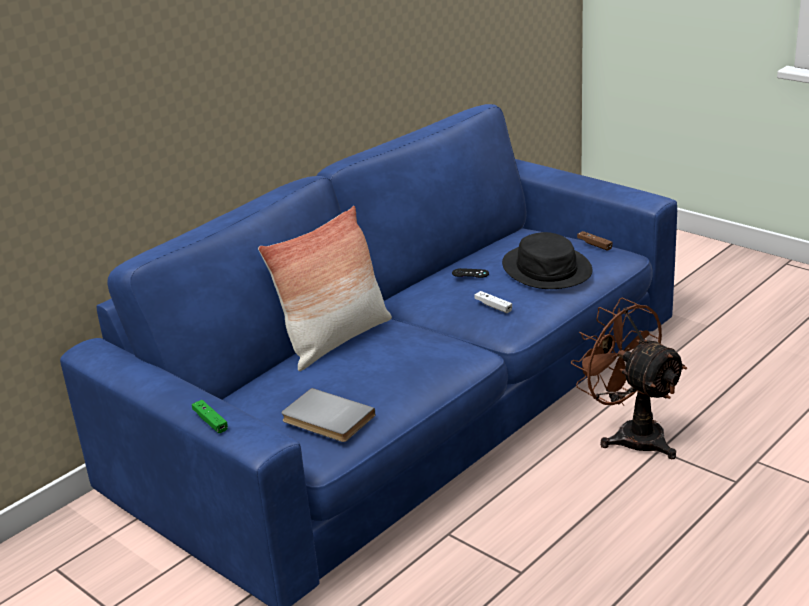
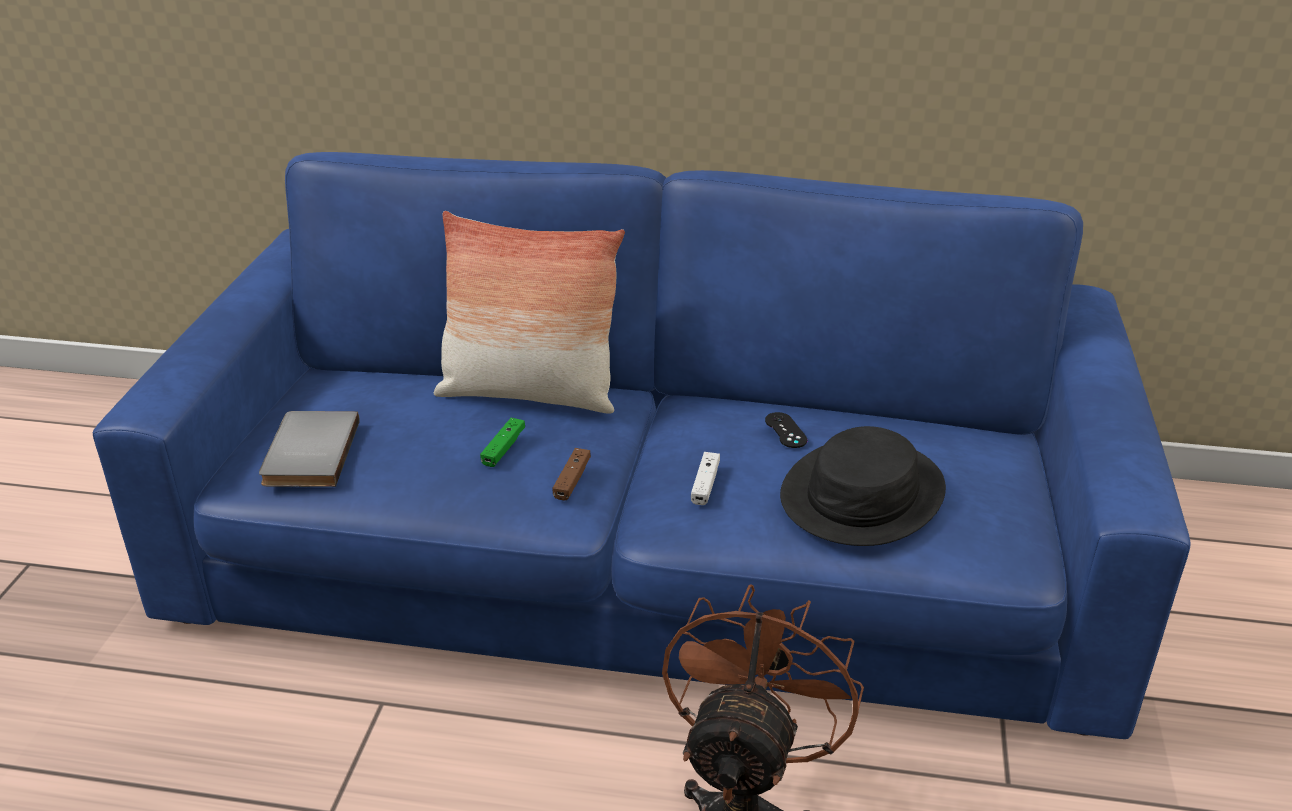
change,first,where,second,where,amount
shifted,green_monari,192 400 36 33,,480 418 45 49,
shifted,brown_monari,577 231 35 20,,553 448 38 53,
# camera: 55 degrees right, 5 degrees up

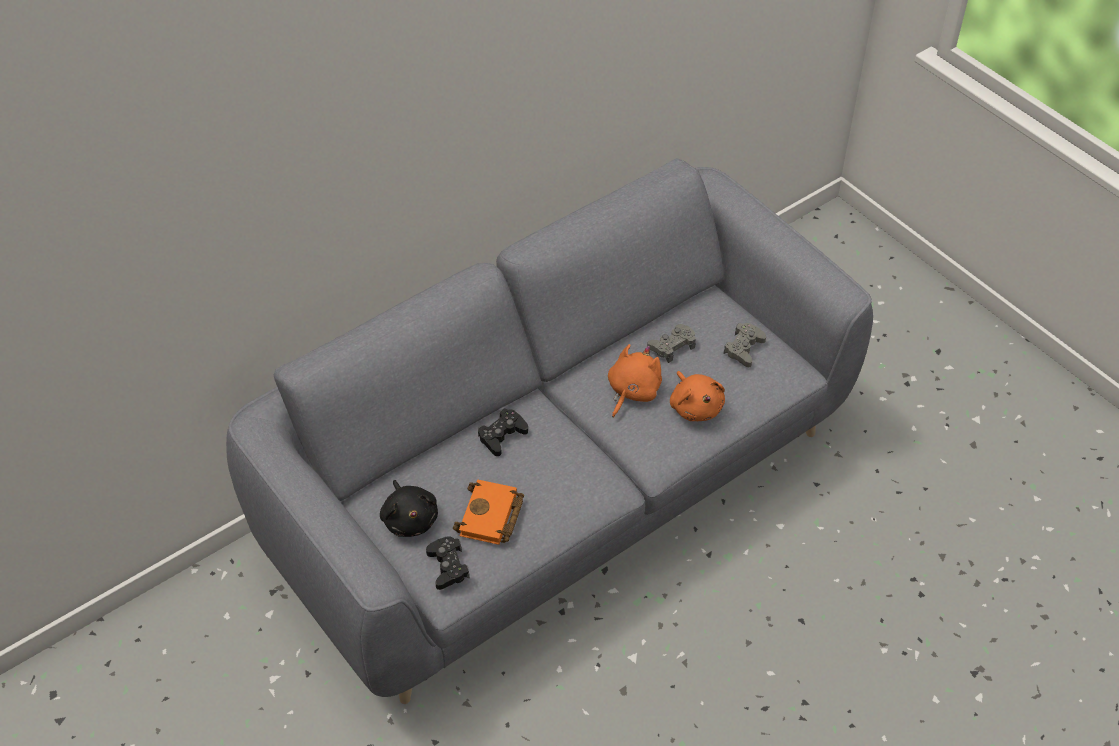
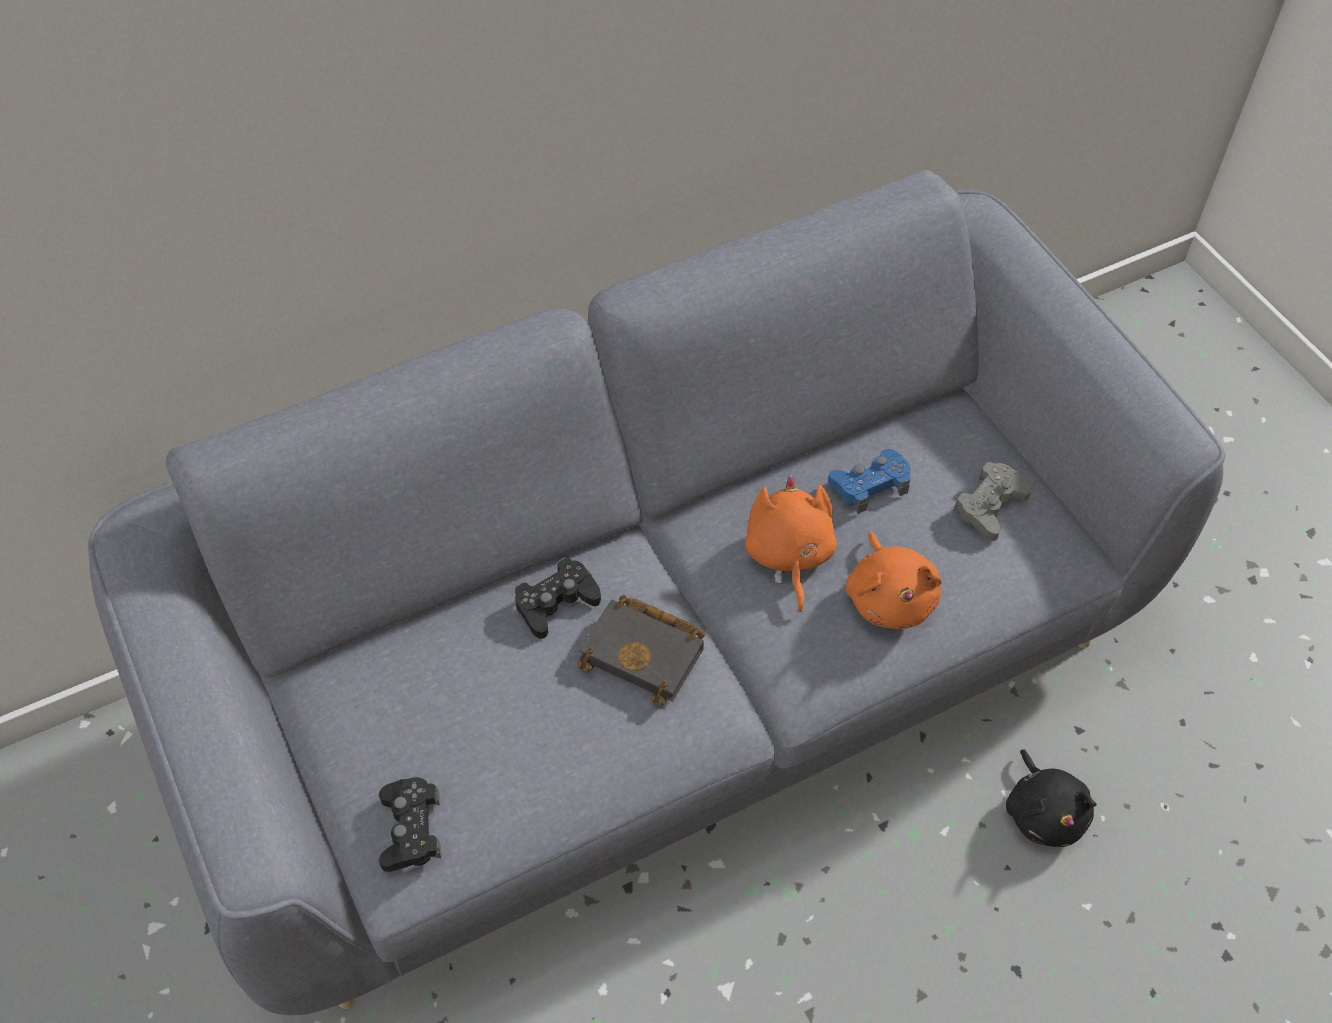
change,first,where,second,where,amount
new,,,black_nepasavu,577 595 128 111,
rotated,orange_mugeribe,608 344 54 74,,745 474 92 138,45 degrees counterclockwise
repainted,grey_monari,647 324 49 39,blue_monari,828 449 83 65,
shifted,black_mugeribe,380 480 58 57,,1006 749 91 98,
gone,orange_nepasavu,453 480 71 65,,,
# camera: 10 degrees right, 5 degrees up

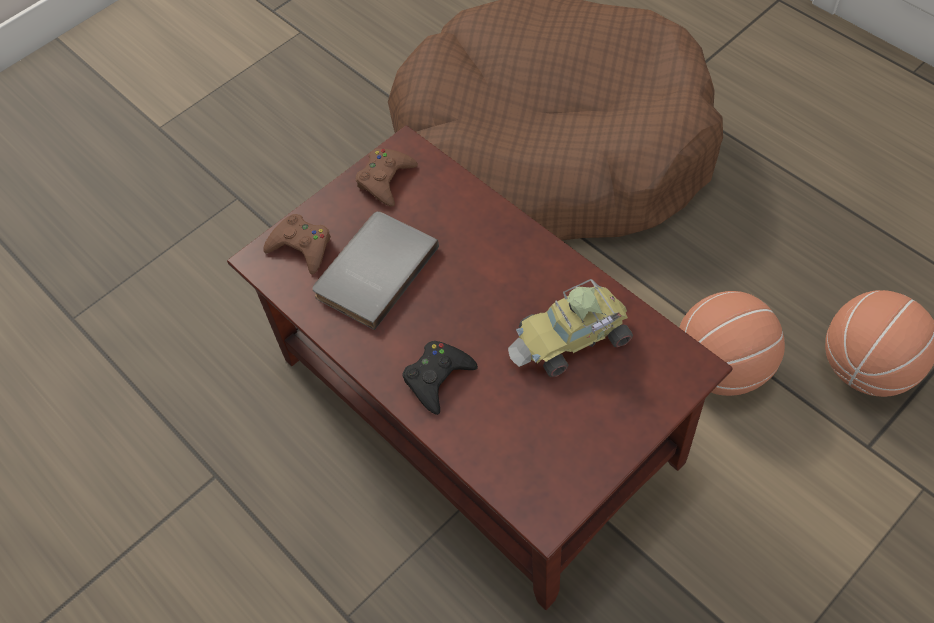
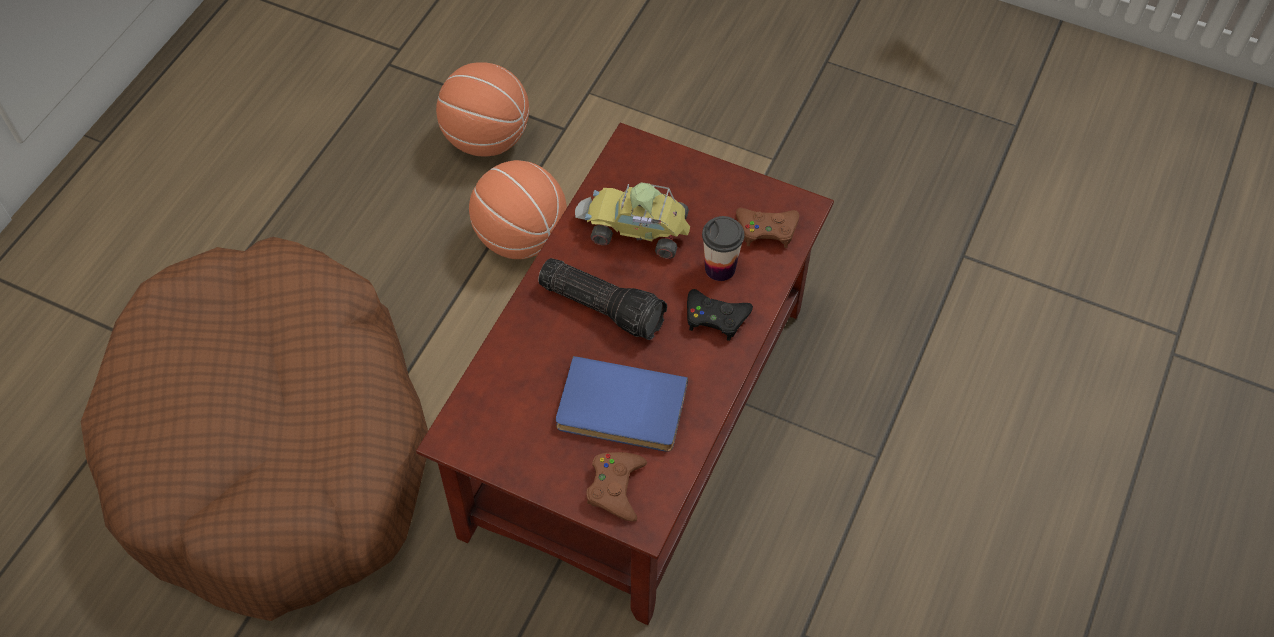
change,first,where,second,where,amount
new,,,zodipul,538 258 129 82,
repainted,grey_nepasavu,312 211 127 119,blue_nepasavu,556 356 132 96,
rotated,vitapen,508 279 125 98,,575 182 115 77,150 degrees clockwise
new,,,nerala,702 216 42 65,
shifted,brown_monari,356 148 62 59,,736 208 63 40,
# camera: 115 degrees left, 0 degrees up

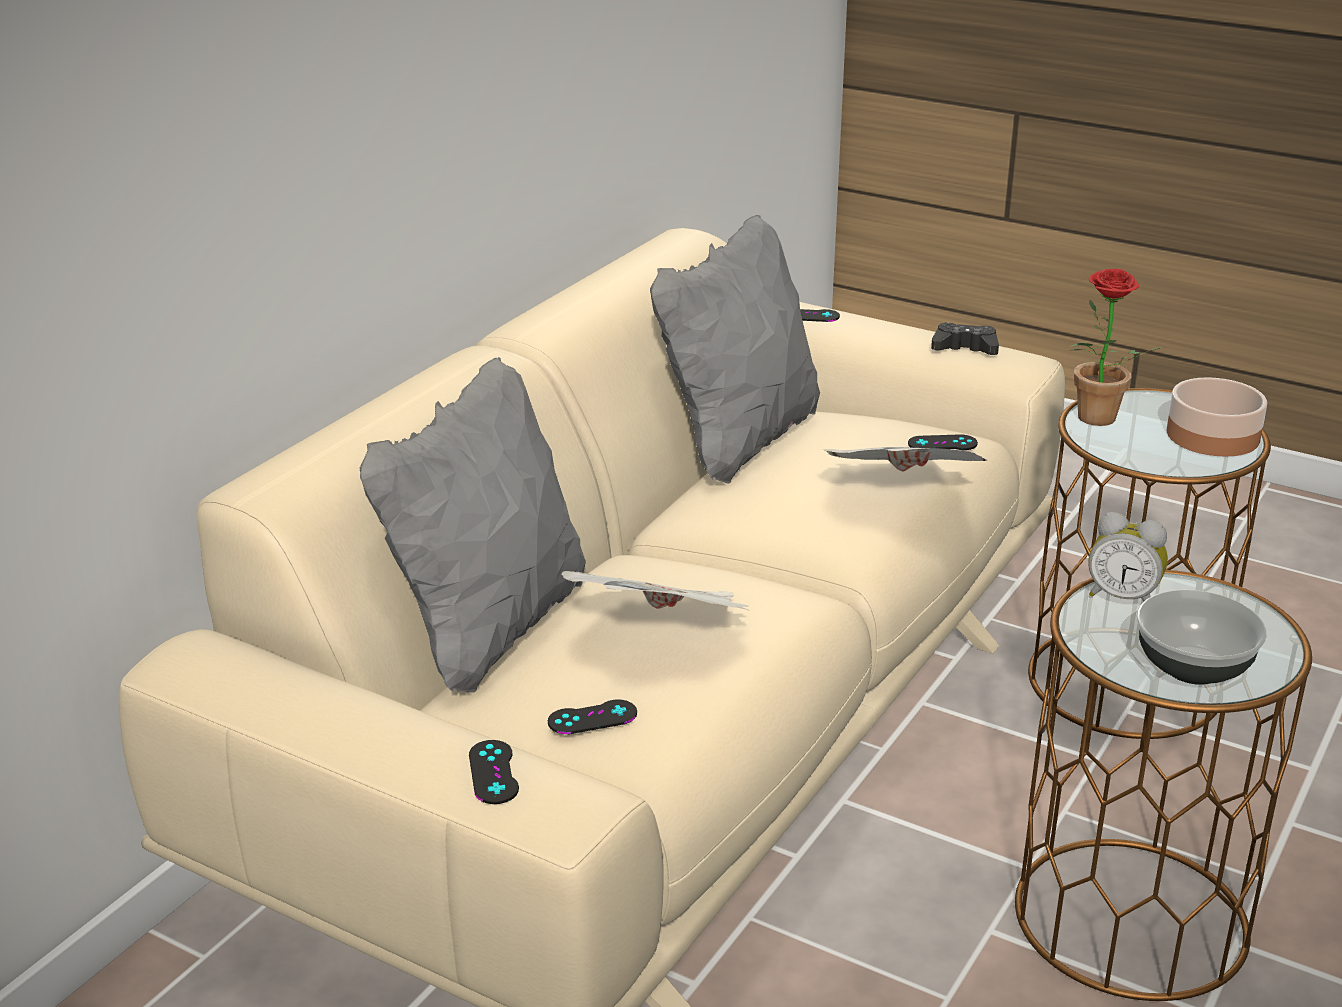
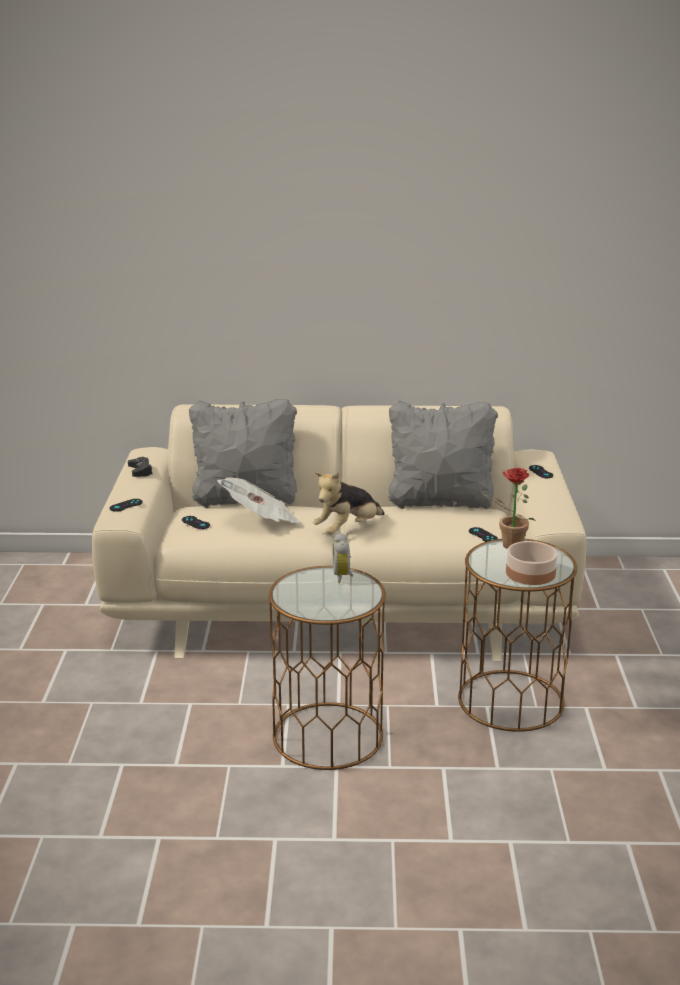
change,first,where,second,where,amount
shifted,black_monari,931 322 68 33,,128 457 25 20,
new,,,mugeribe,313 472 71 63,
gone,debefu,821 447 166 25,,,
gone,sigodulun,1136 590 131 95,,,
# camera: 60 degrees right, 5 degrees down

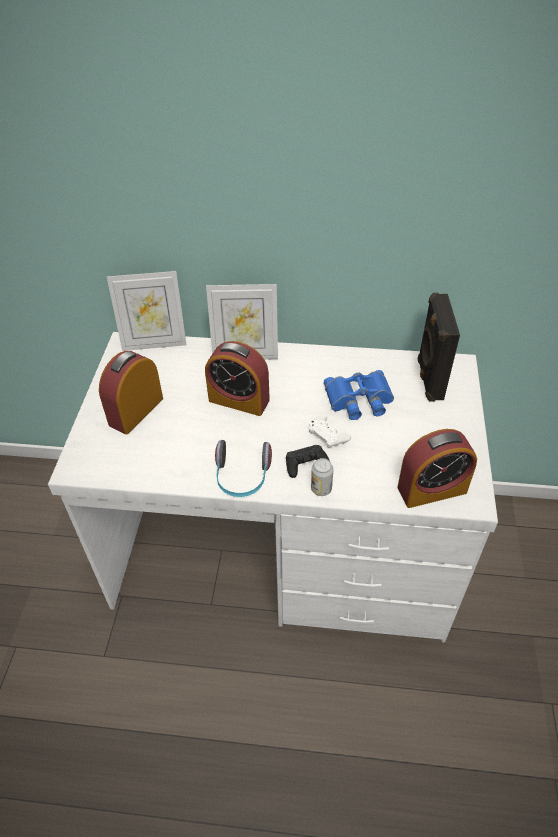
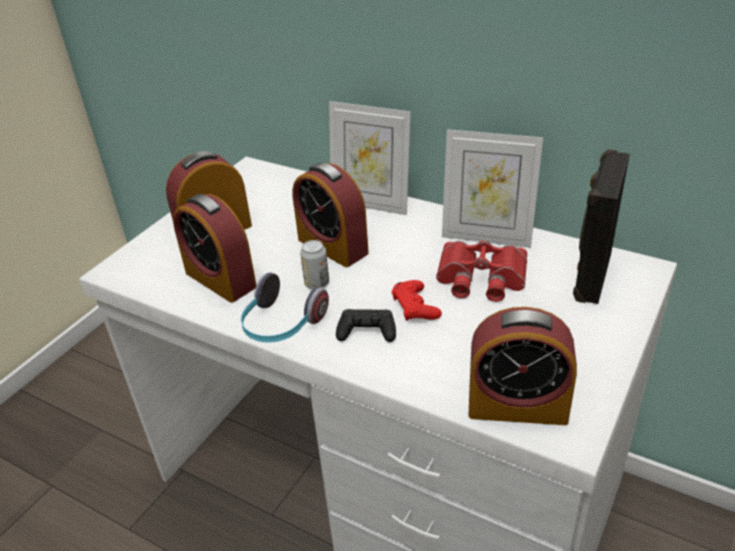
change,first,where,second,where,amount
new,,,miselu,173 194 83 109,
shifted,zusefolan,311 458 23 38,,300 240 29 49,
repainted,white_monari,309 415 42 33,red_monari,392 280 50 41,
repainted,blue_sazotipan,324 370 70 50,red_sazotipan,436 240 91 62,
shifted,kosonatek,107 271 80 80,,442 129 101 119,
# camera: 25 degrees right, 10 degrees down

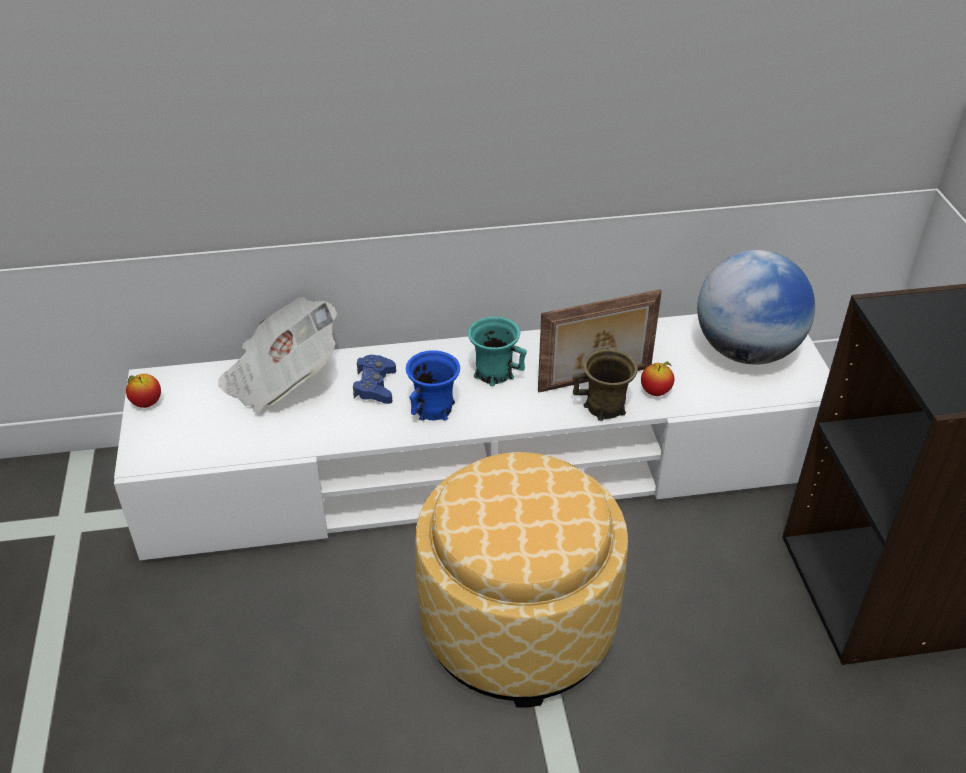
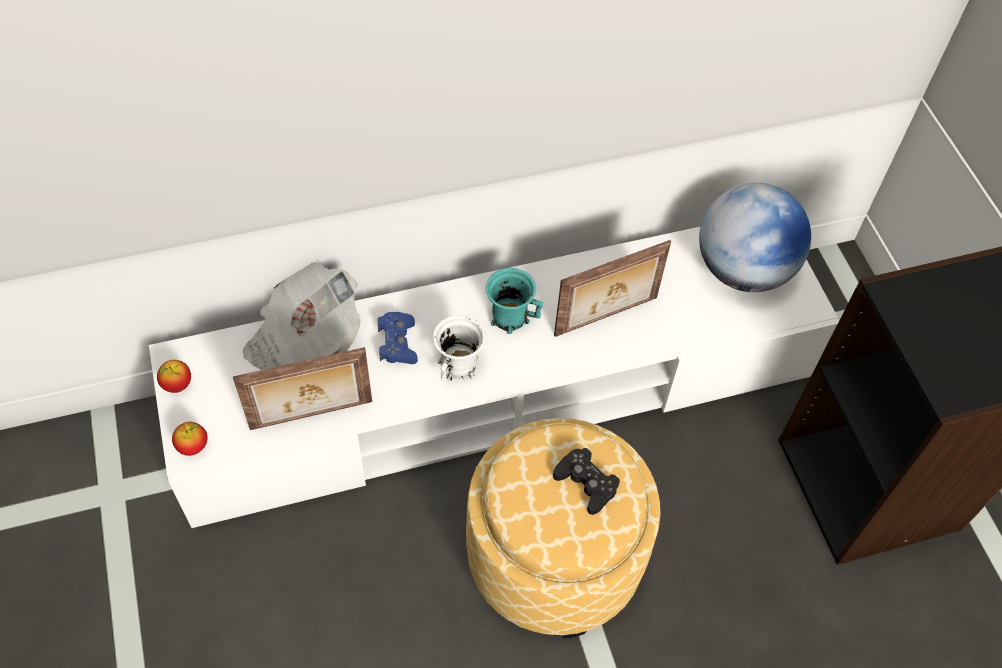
change,first,where,second,where,amount
shifted,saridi,641 361 33 35,,172 422 36 34,
new,,,kosonatek,233 347 139 83,
repainted,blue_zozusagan,406 350 54 71,white_zozusagan,433 315 53 66,
new,,,black_monari,553 448 67 67,
gone,brown_zozusagan,573 349 65 72,,,
# camera: 10 degrees left, 15 degrees up

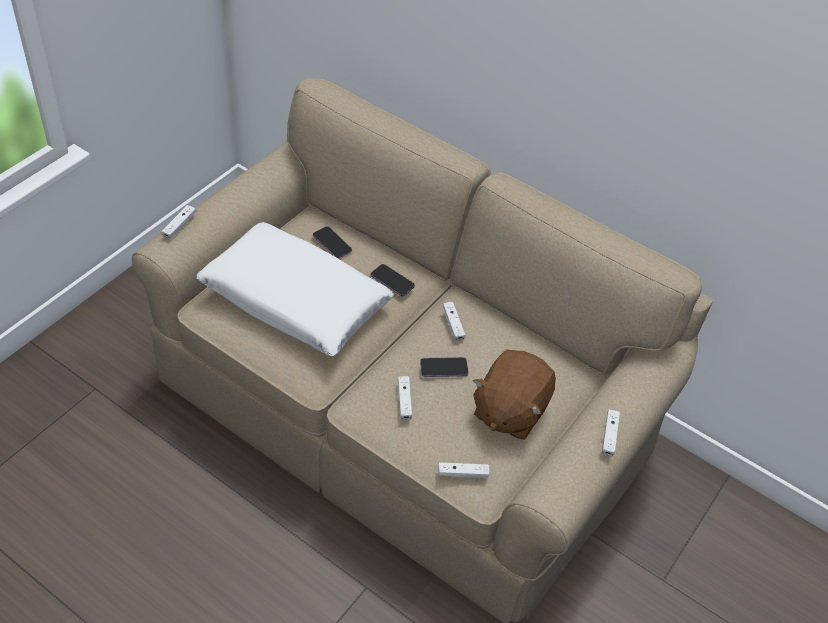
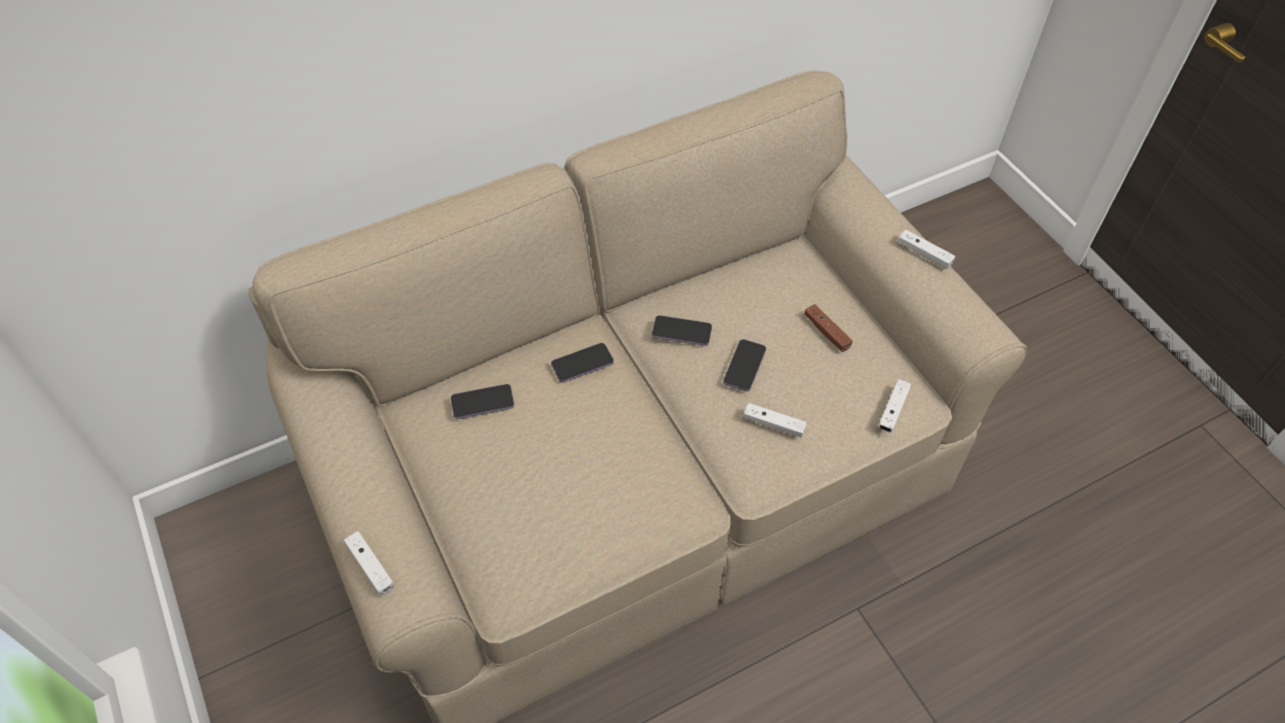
change,first,where,second,where,amount
swapped,white_monari,442 302 23 39,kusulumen,652 315 60 31,
swapped,brown_mugeribe,473 350 83 90,brown_monari,804 304 49 48,
gone,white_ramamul,197 222 197 134,,,
# camera: 60 degrees left, 5 degrees up

